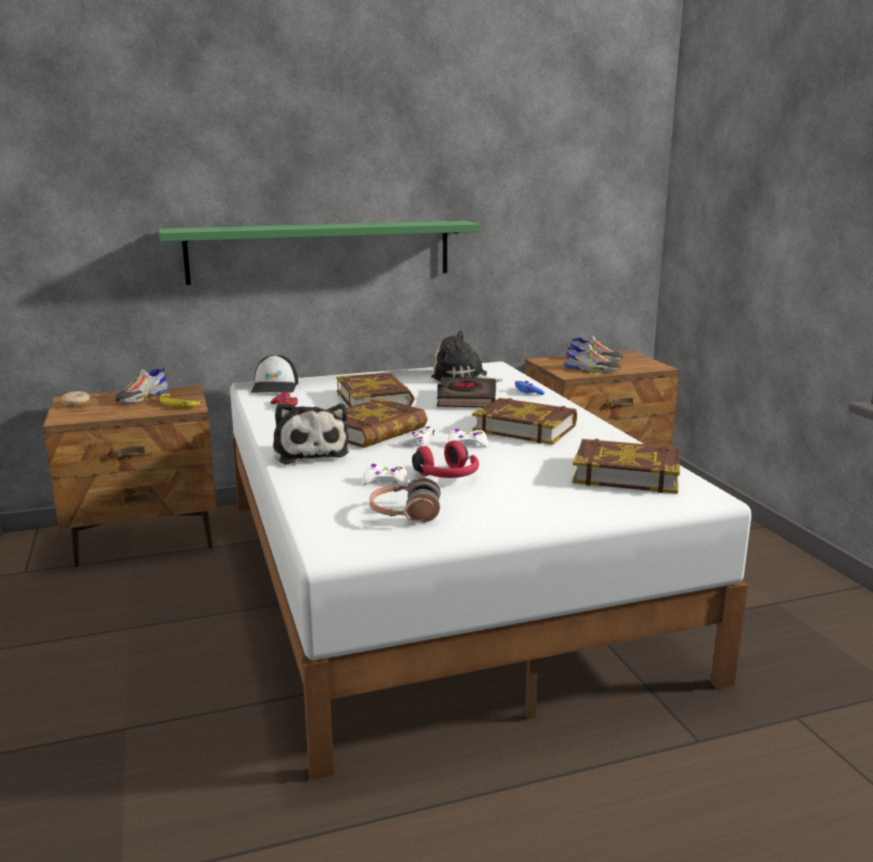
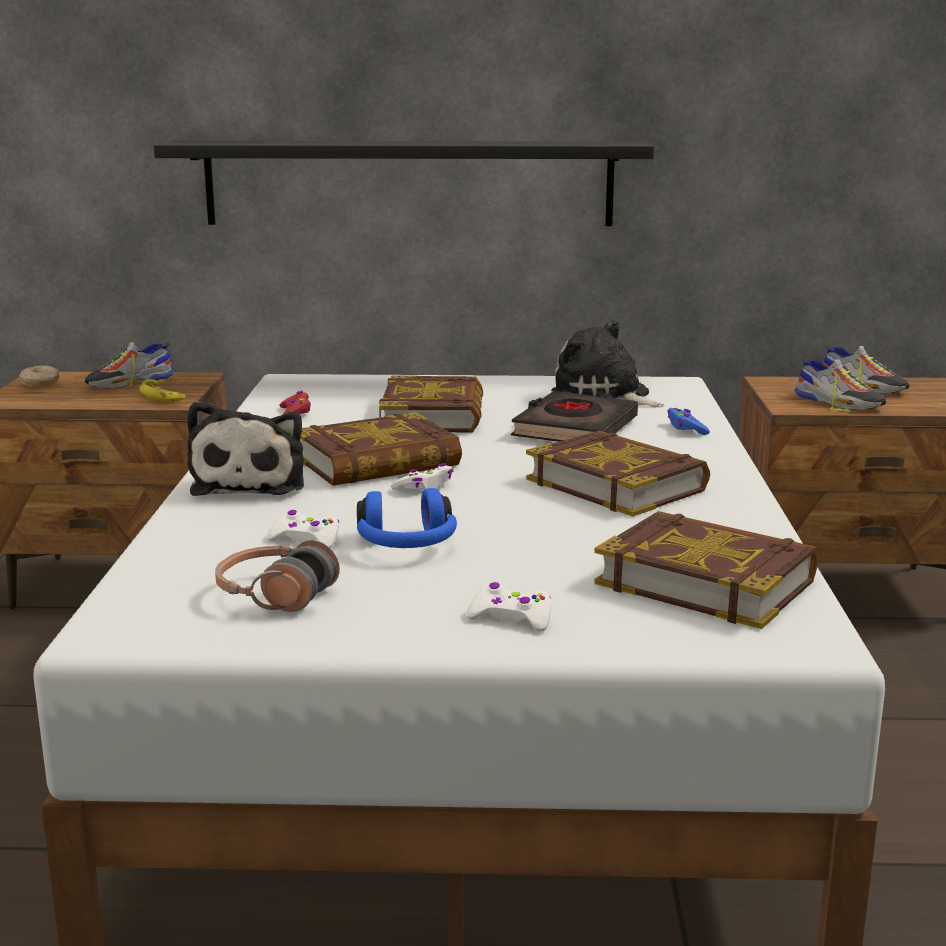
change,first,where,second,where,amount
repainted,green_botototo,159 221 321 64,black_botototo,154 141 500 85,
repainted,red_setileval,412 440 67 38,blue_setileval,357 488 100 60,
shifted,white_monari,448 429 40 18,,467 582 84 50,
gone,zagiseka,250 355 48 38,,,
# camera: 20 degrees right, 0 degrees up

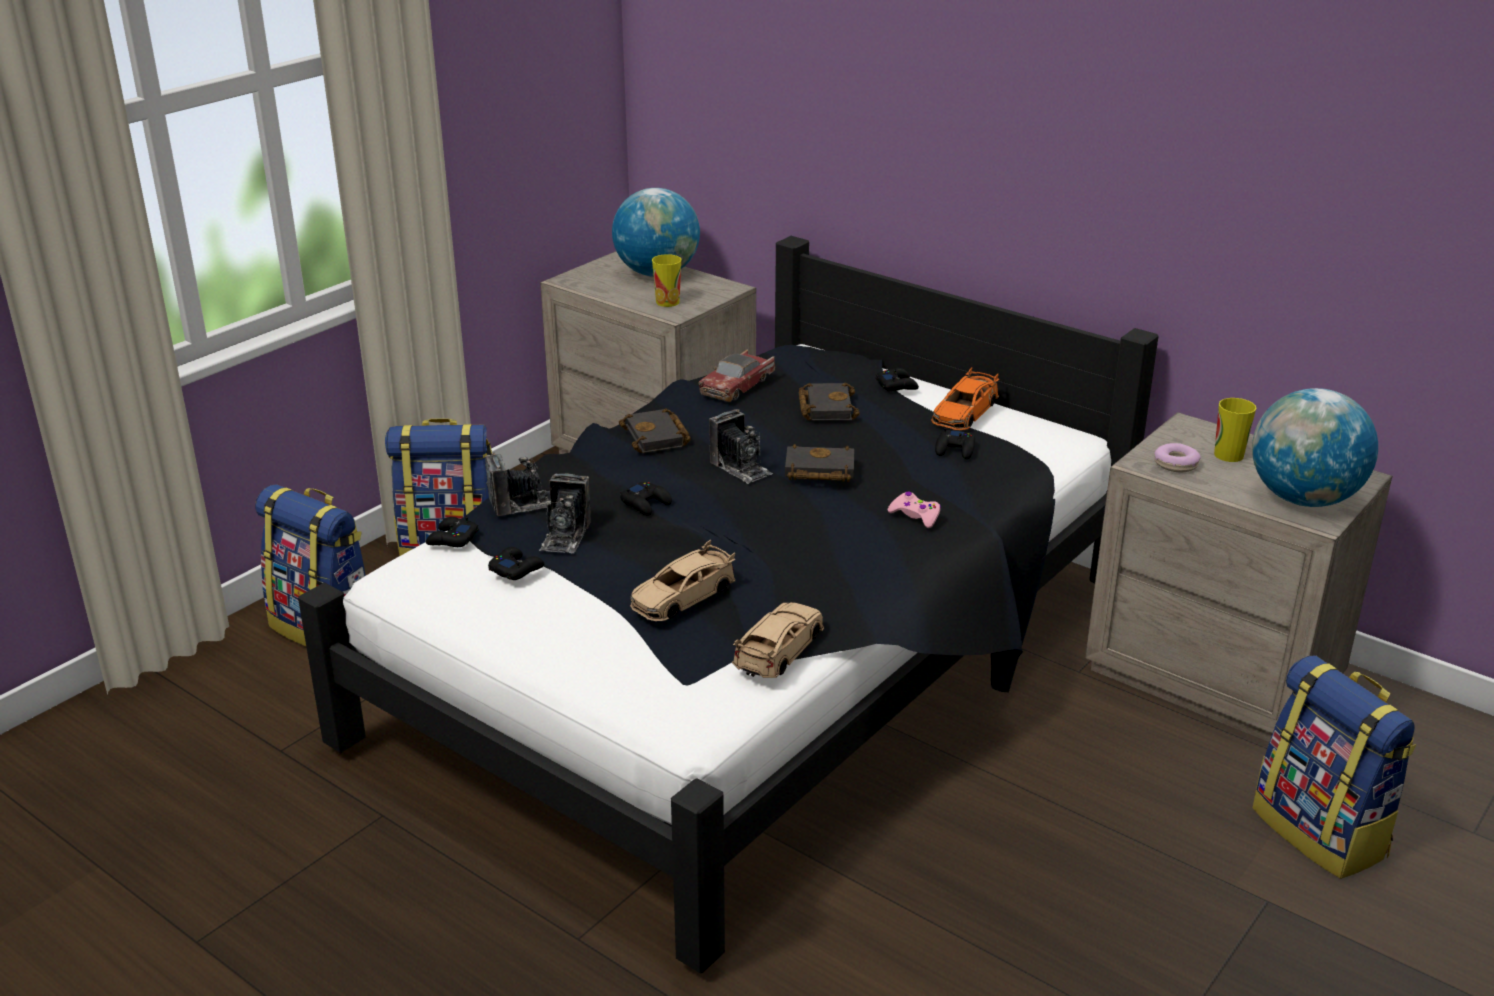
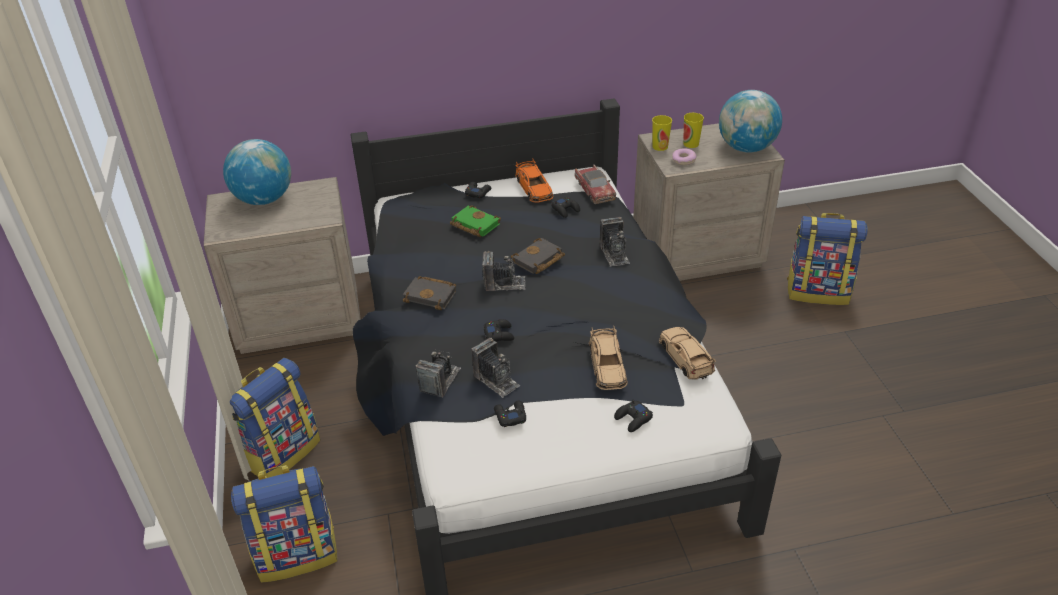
change,first,where,second,where,amount
repainted,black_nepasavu,799 383 61 38,green_nepasavu,450 205 51 32,
shifted,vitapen,698 350 77 52,,575 164 41 40,
swapped,pink_monari,888 491 53 37,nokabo,600 217 30 50,
shifted,black_monari,426 516 53 31,,614 400 39 32,
shifted,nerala,652 254 30 53,,652 115 20 36,
# camera: 50 degrees left, 10 degrees up

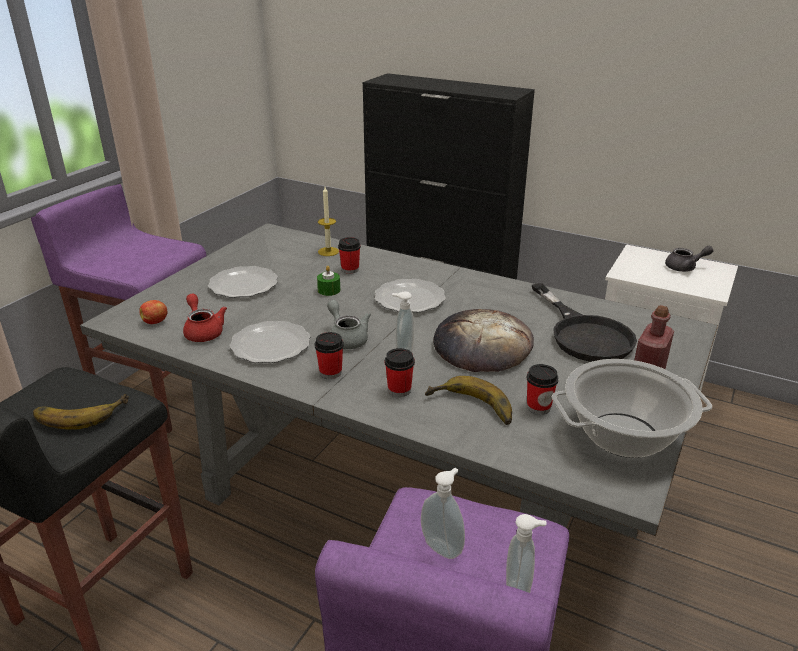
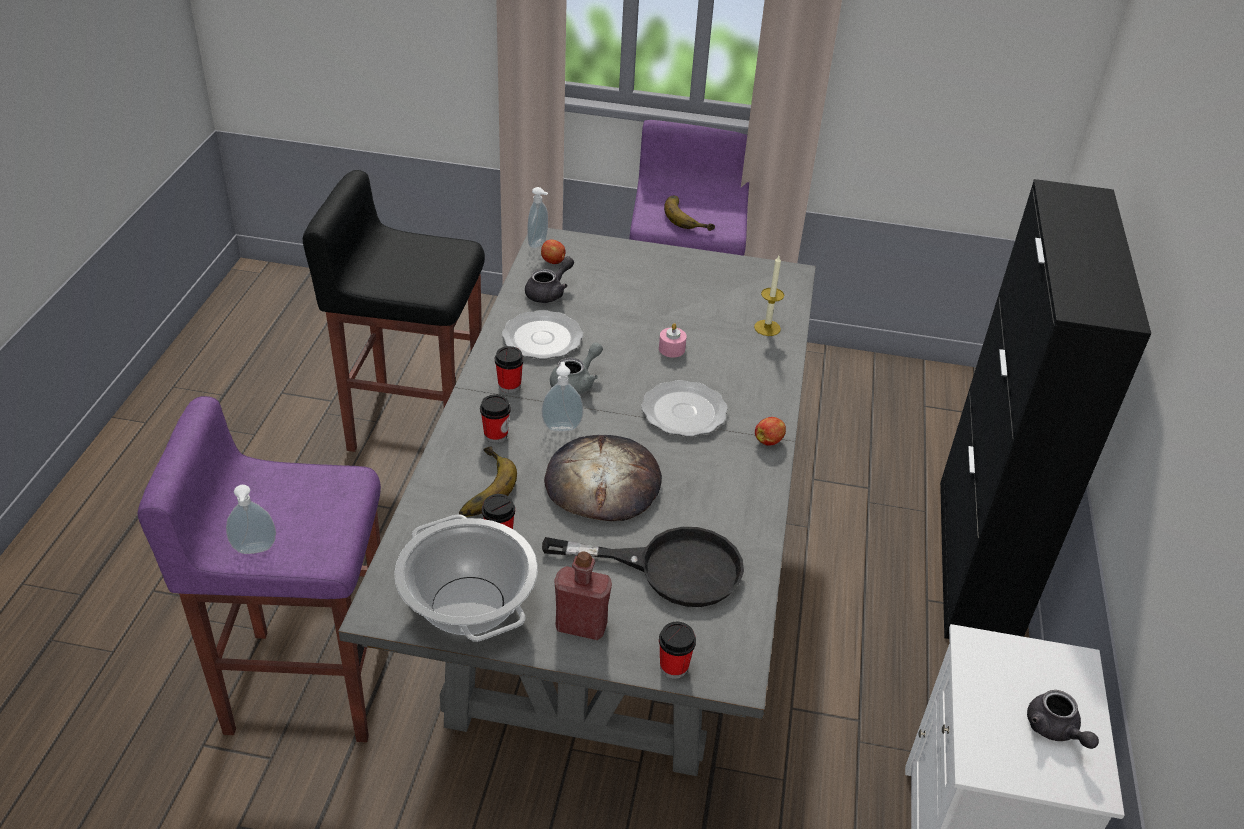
change,first,where,second,where,amount
repainted,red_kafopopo,183 294 44 48,grey_kafopopo,525 256 49 47,
shifted,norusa,421 468 44 91,,527 187 21 62,
rotated,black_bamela,532 283 105 79,,542 527 202 80,135 degrees counterclockwise
repainted,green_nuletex,317 266 23 30,pink_nuletex,659 323 28 35,
shifted,nerala,338 237 23 37,,659 622 37 57,
shifted,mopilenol,33 394 96 35,,664 195 51 36,
new,,,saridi,755 417 31 29,
gone,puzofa,208 266 70 32,,,
# camera: 70 degrees right, 10 degrees up

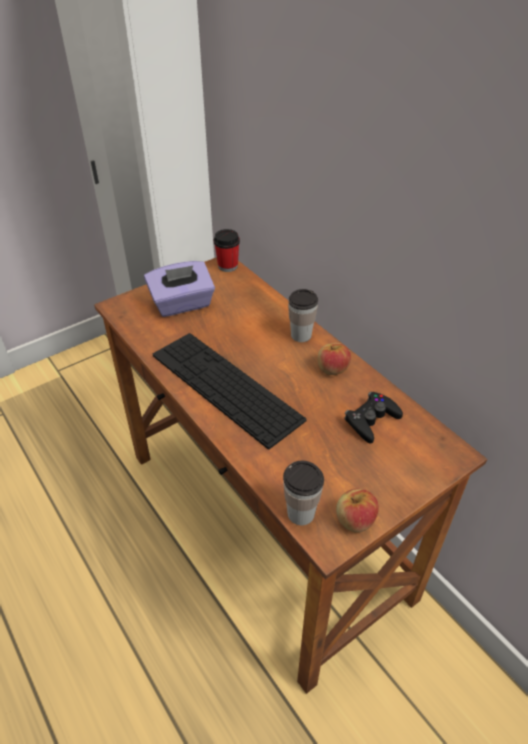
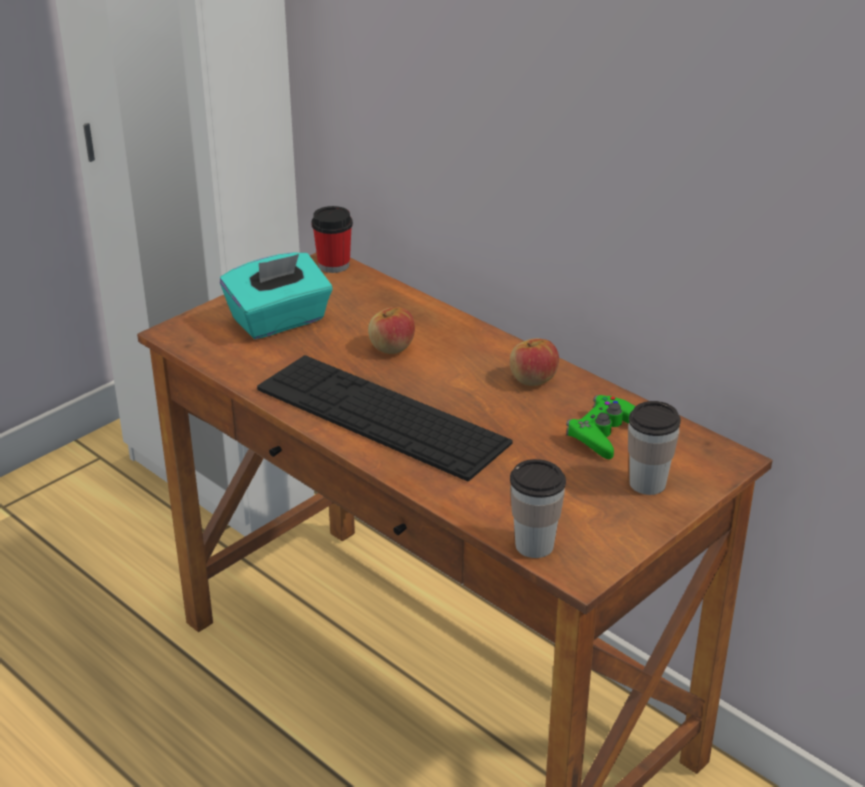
change,first,where,second,where,amount
repainted,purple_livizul,144 261 71 56,turquoise_livizul,220 252 112 87,
shifted,saridi,336 489 43 44,,368 307 47 47,
repainted,black_monari,344 392 59 52,green_monari,566 395 70 64,
shifted,nerala,288 289 30 53,,628 401 53 94,
# camera: 10 degrees left, 10 degrees down

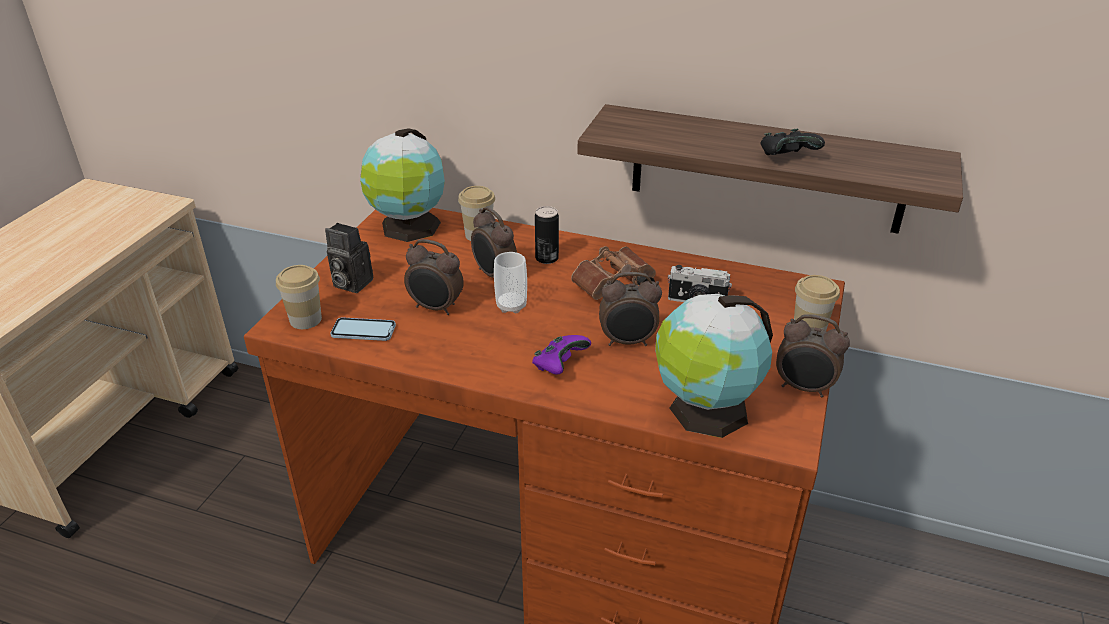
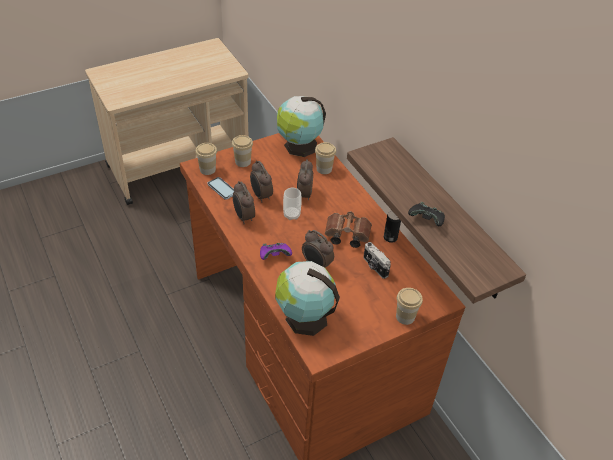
change,first,where,second,where,amount
swapped,nokabo,325 223 48 70,nerala,232 135 21 32,
shifted,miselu,776 314 74 83,,233 181 22 43,
shifted,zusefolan,535 206 24 58,,384 210 17 33,
# camera: 40 degrees right, 10 degrees up

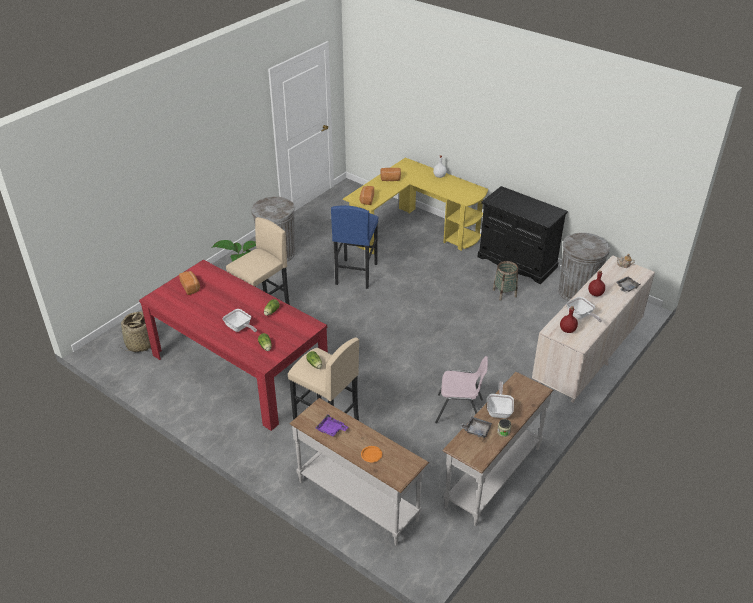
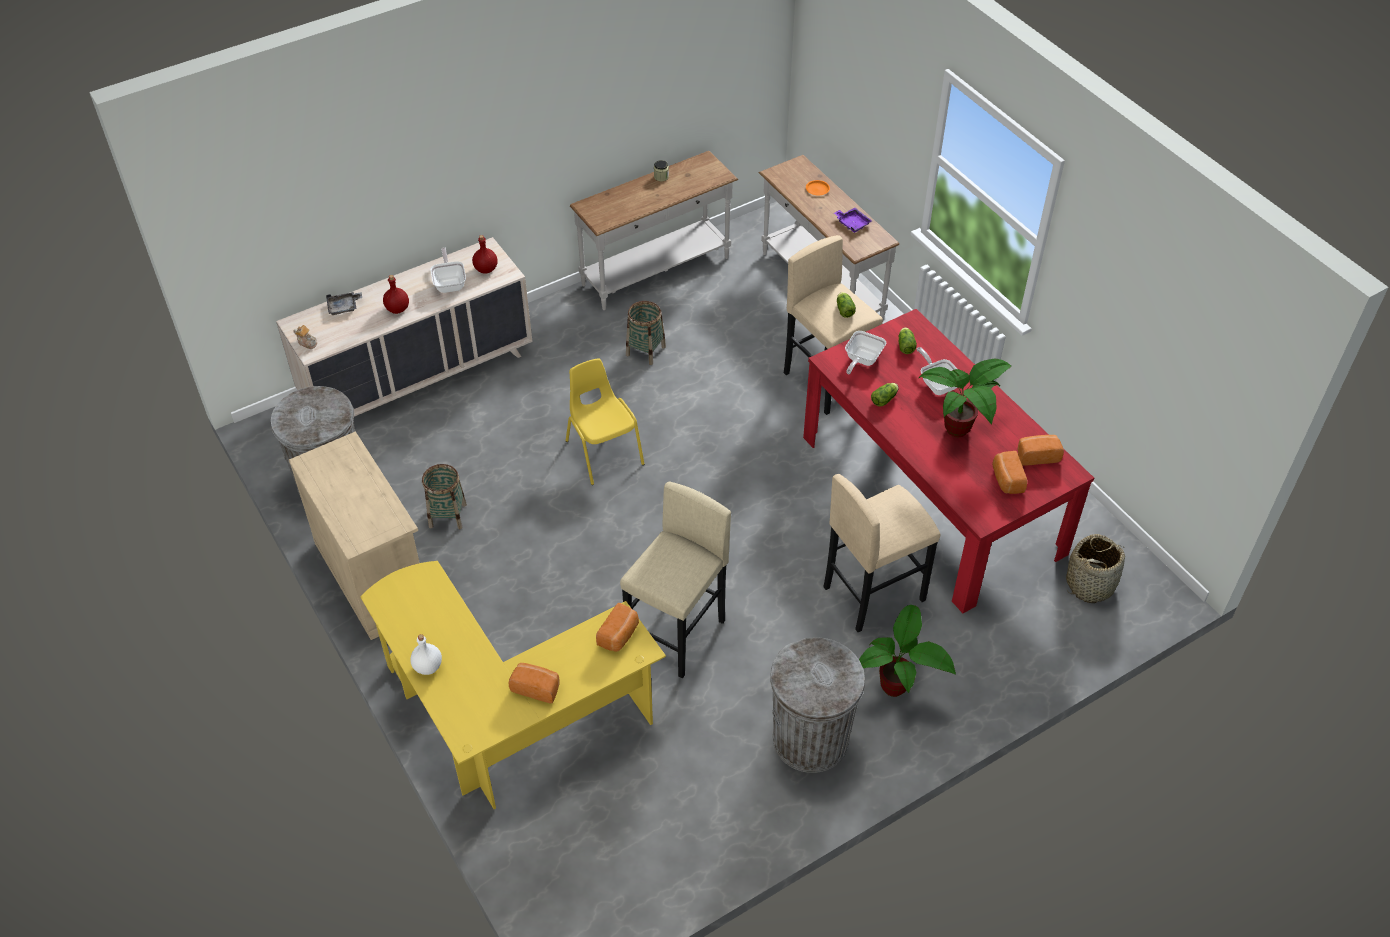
change,first,where,second,where,amount
repainted,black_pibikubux,478 186 90 98,beige_pibikubux,289 431 131 209,
new,,,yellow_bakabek,565 358 79 127,
repainted,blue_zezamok,331 205 47 84,beige_zezamok,620 481 111 197,
swapped,pink_bakabek,435 356 53 67,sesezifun,626 301 40 64,
shifted,bamela,487 381 27 37,,845 331 41 43,
new,,,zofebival,918 359 93 78,
new,,,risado,1018 435 46 31,
gone,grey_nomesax,460 416 32 22,,,
# camera: 160 degrees left, 10 degrees up

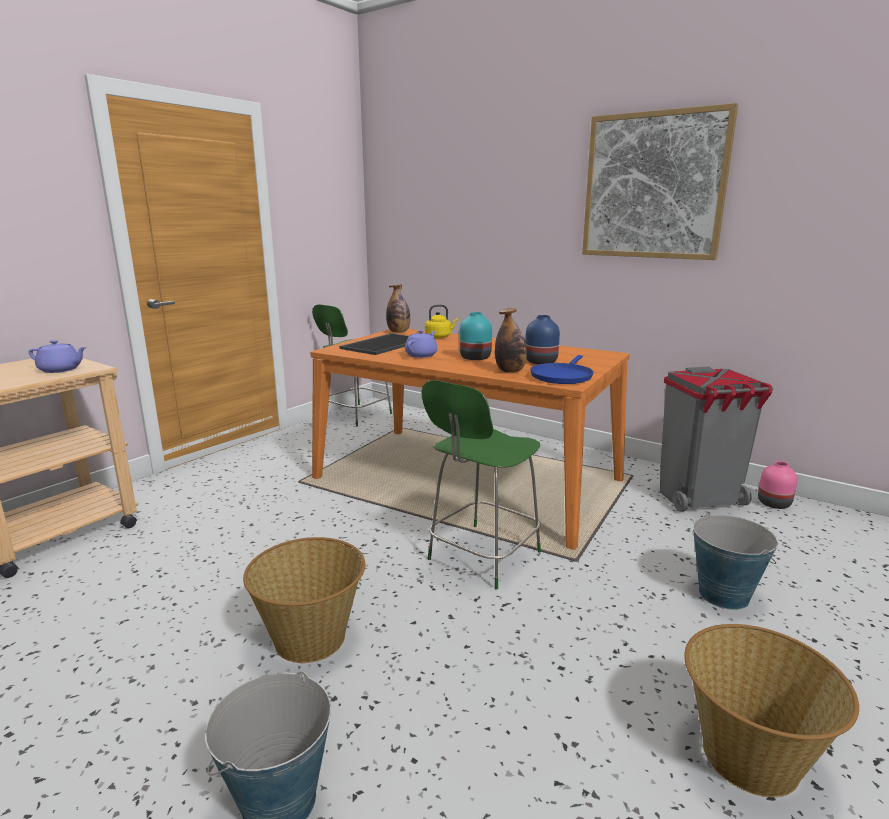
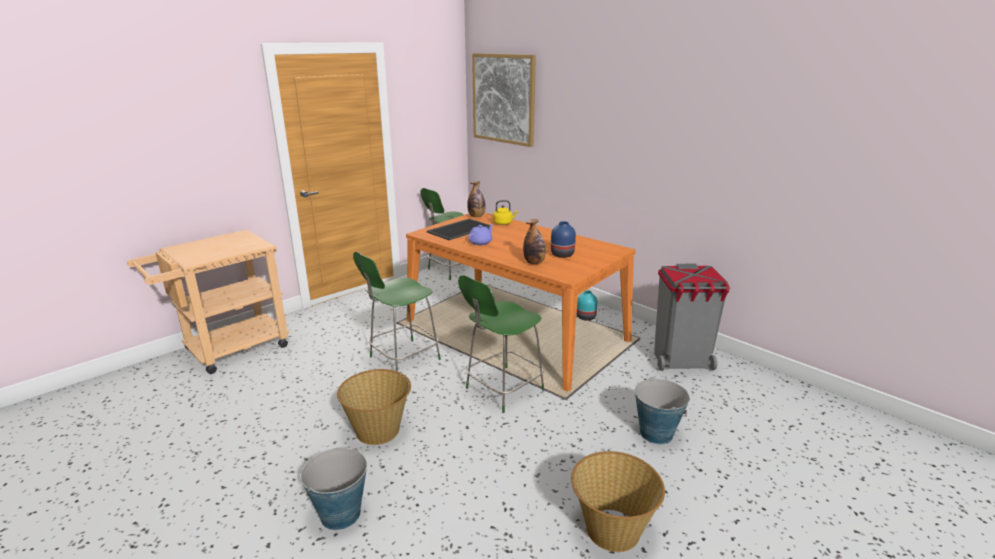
change,first,where,second,where,amount
new,,,green_bakabek,353 252 88 122,
shifted,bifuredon,582 103 156 157,,472 53 64 94,
shifted,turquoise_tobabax,459 312 33 48,,577 290 20 31,
gone,purple_kafopopo,29 340 58 33,,,
gone,blue_bamela,530 355 64 29,,,
gone,pink_tobabax,758 461 39 48,,,
# camera: 10 degrees right, 5 degrees up

